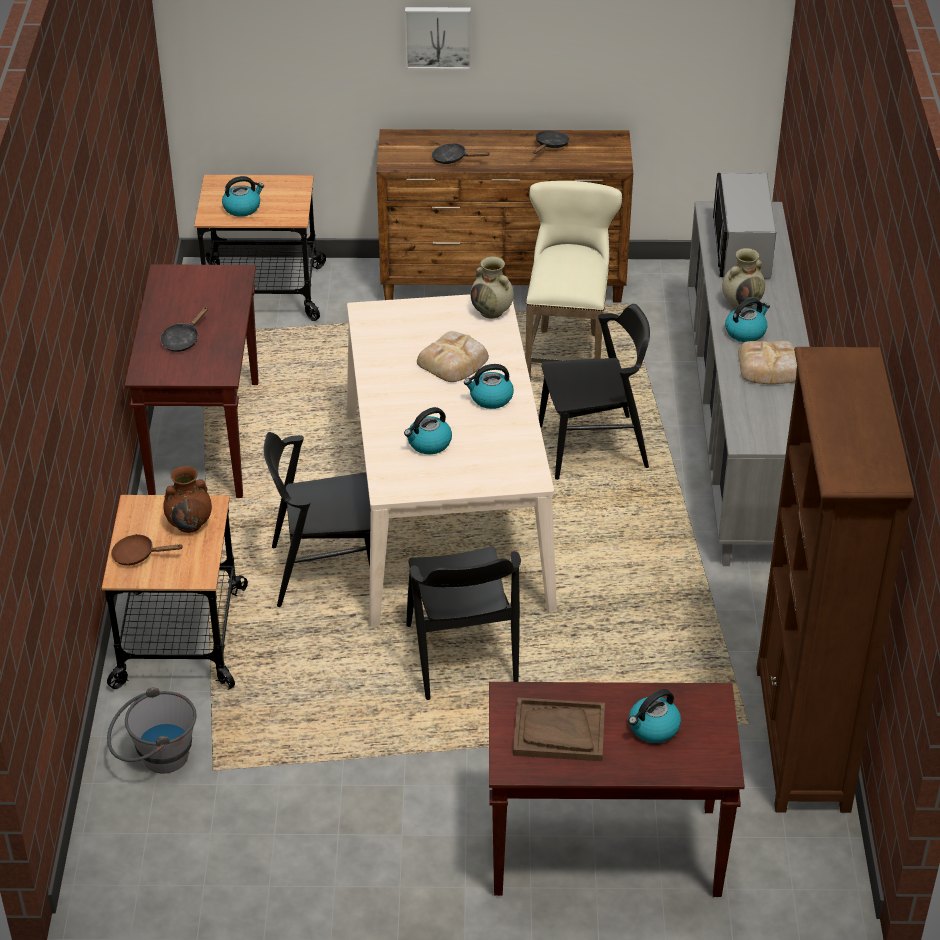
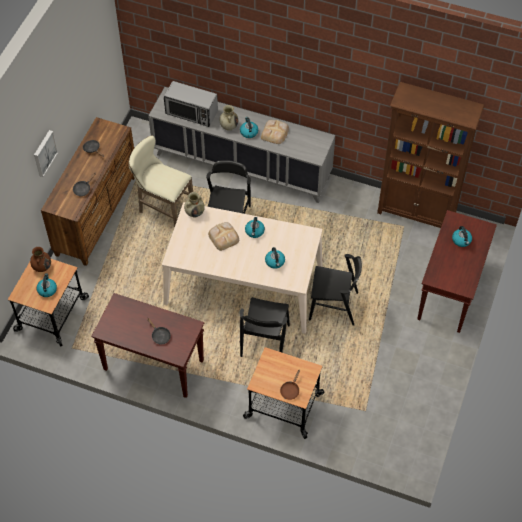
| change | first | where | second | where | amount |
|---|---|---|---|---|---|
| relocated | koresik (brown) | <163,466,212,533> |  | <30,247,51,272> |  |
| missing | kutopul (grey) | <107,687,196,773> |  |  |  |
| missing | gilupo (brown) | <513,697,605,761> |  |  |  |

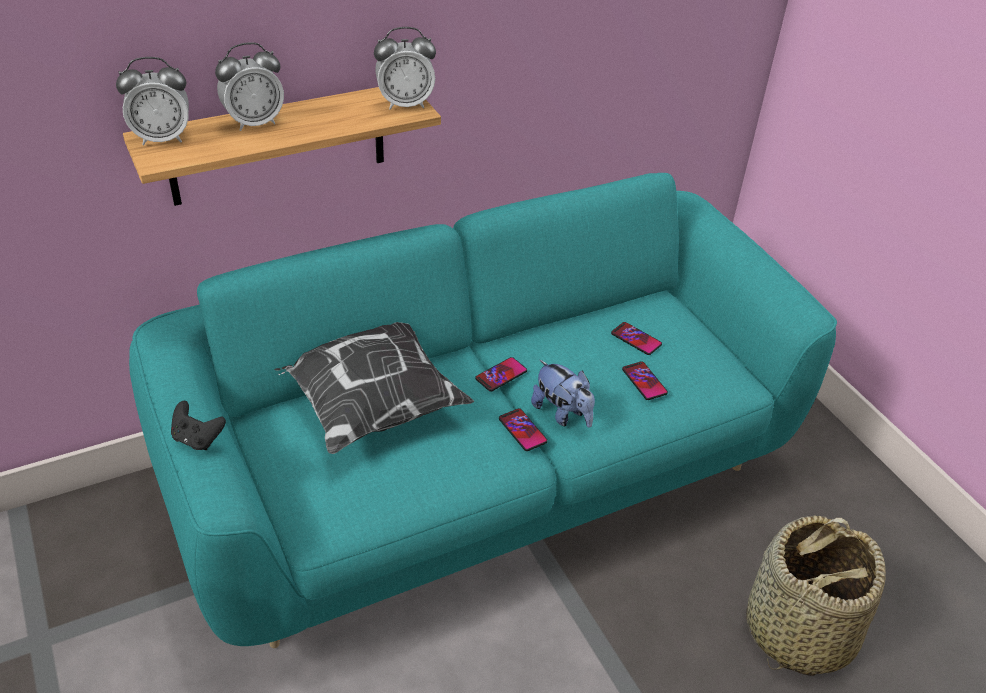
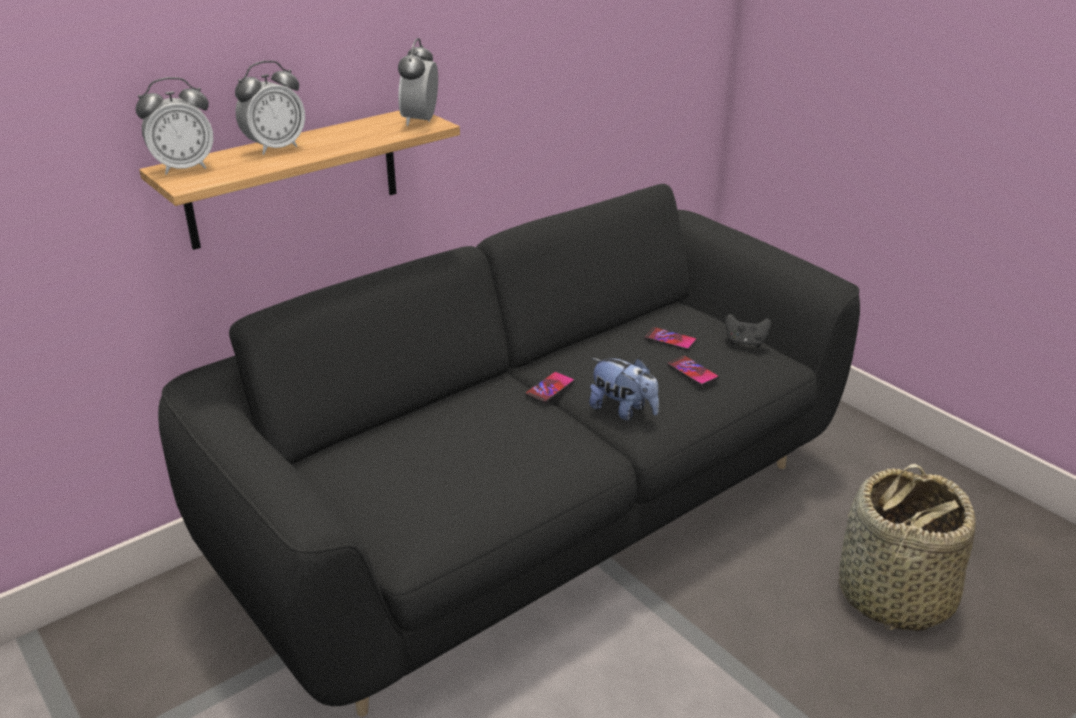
| change | first | where | second | where | amount |
|---|---|---|---|---|---|
| spun | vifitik | <374,27,436,110> |  | <398,38,438,126> | 120 degrees clockwise |
| colour | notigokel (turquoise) | <129,173,837,648> | notigokel (black) | <158,184,860,717> |  |
| missing | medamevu | <274,322,474,454> |  |  |  |
| relocated | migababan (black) | <171,401,226,450> |  | <725,314,771,348> |  |
| missing | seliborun | <499,408,548,451> |  |  |  |

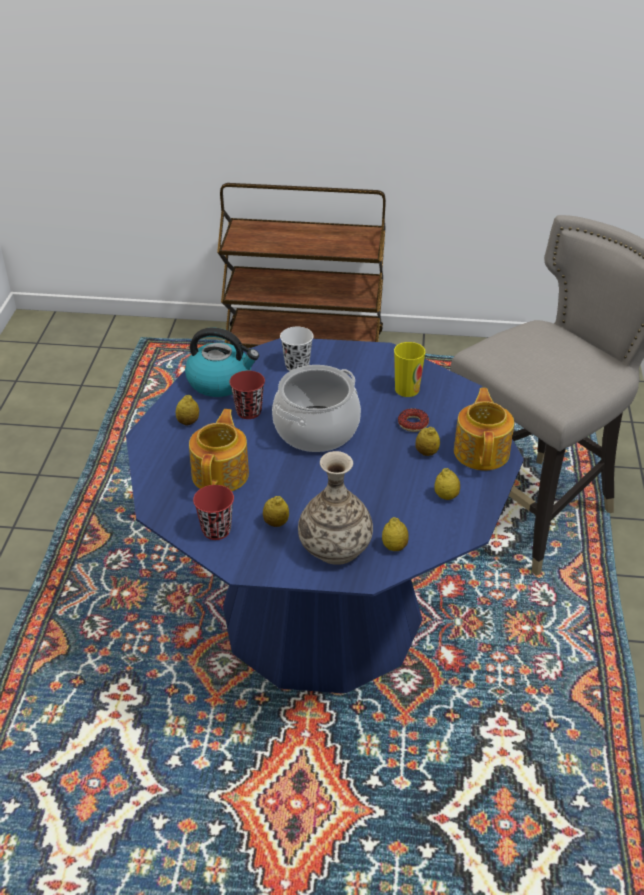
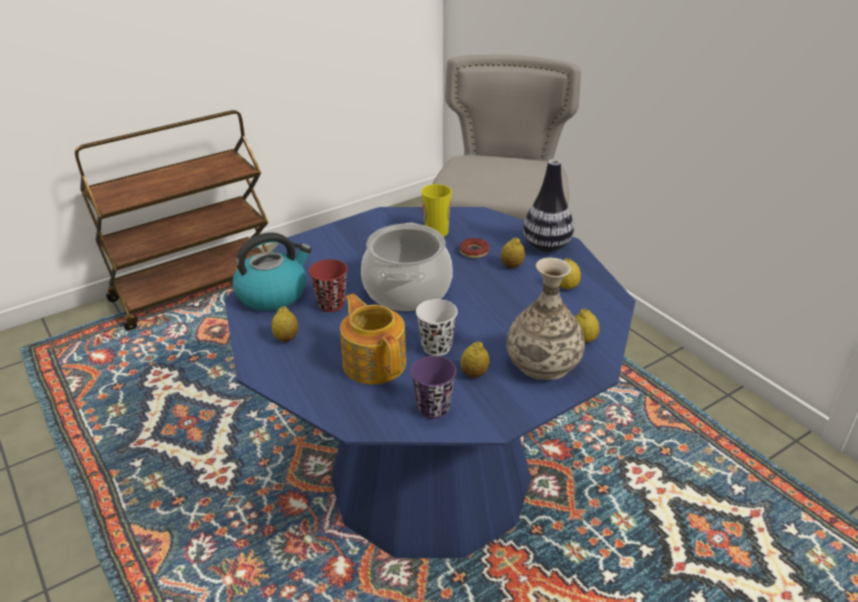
| change | first | where | second | where | amount |
|---|---|---|---|---|---|
| relocated | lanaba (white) | <280,327,313,371> |  | <416,299,458,356> |  |
| exchanged | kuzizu | <454,388,514,470> | koresik | <523,159,574,252> |  |
| colour | lanaba (red) | <193,485,234,540> | lanaba (purple) | <410,356,456,419> |  |

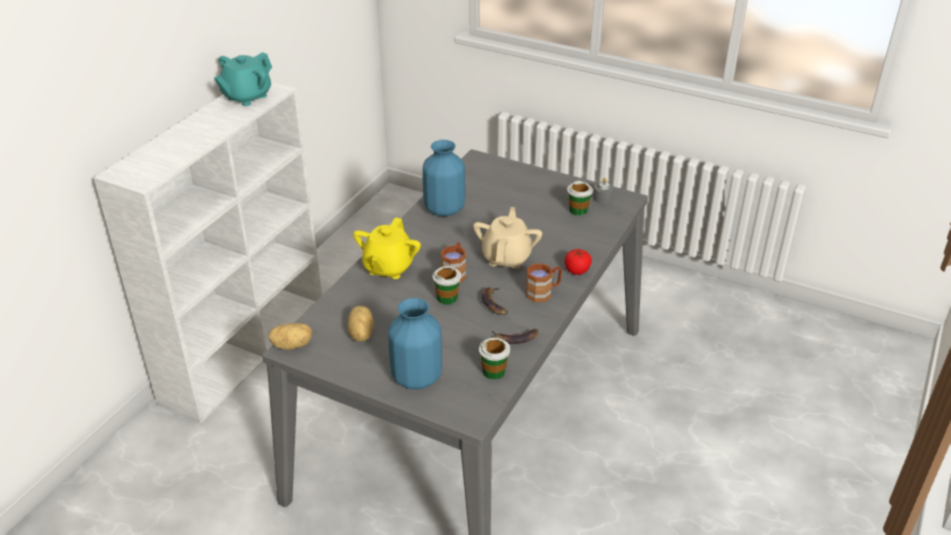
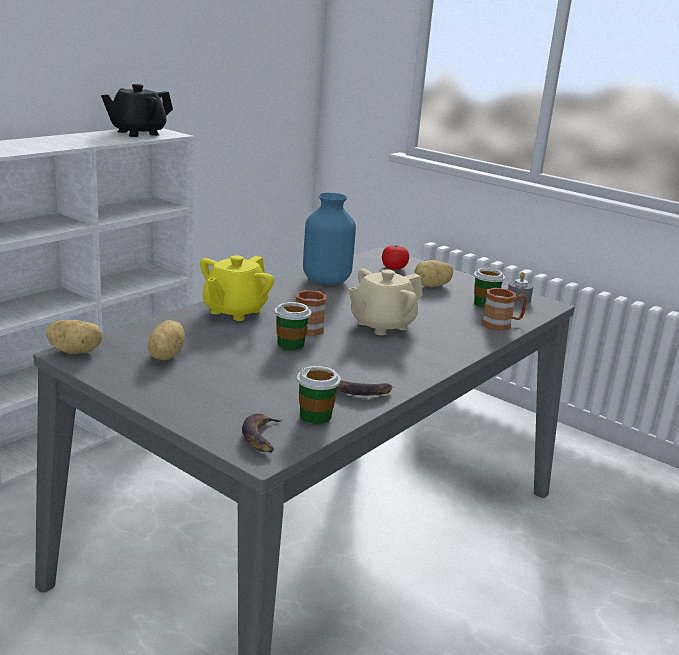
| change | first | where | second | where | amount |
|---|---|---|---|---|---|
| colour | kuzizu (turquoise) | <214,52,272,106> | kuzizu (black) | <101,84,173,137> |  |
| spun | kuzizu (beige) | <473,207,542,269> |  | <348,269,423,335> | 150 degrees counterclockwise |
| relocated | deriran | <564,249,592,275> |  | <382,245,409,270> |  |
| relocated | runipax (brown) | <526,264,562,302> |  | <482,288,527,331> |  |
| relocated | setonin | <481,287,508,314> |  | <242,413,282,453> |  |
| missing | koresik (blue) | <388,298,442,389> |  |  |  |
| appeared |  |  | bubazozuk | <414,260,453,287> |  |

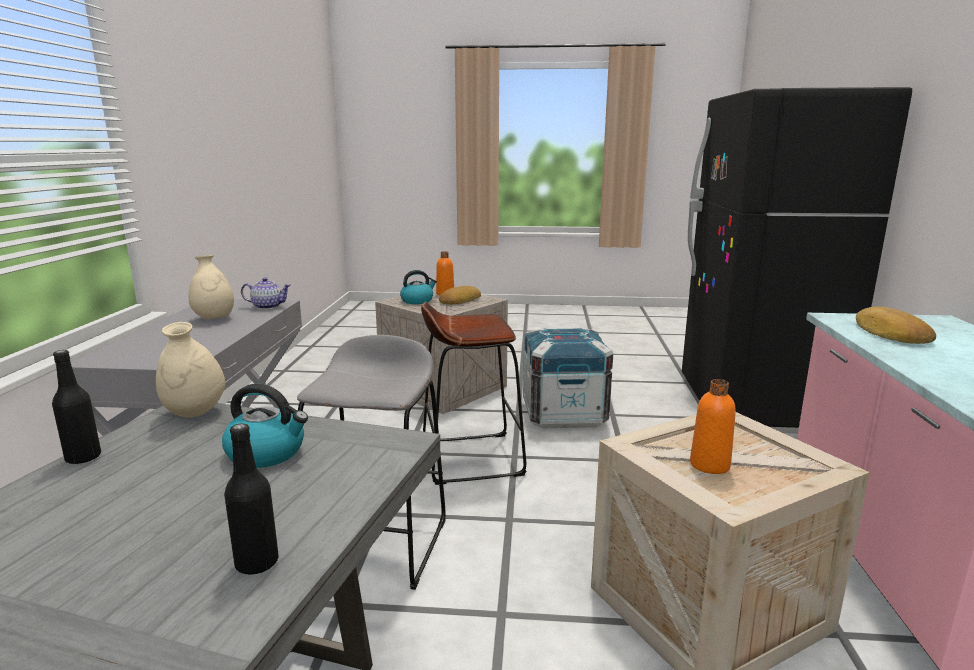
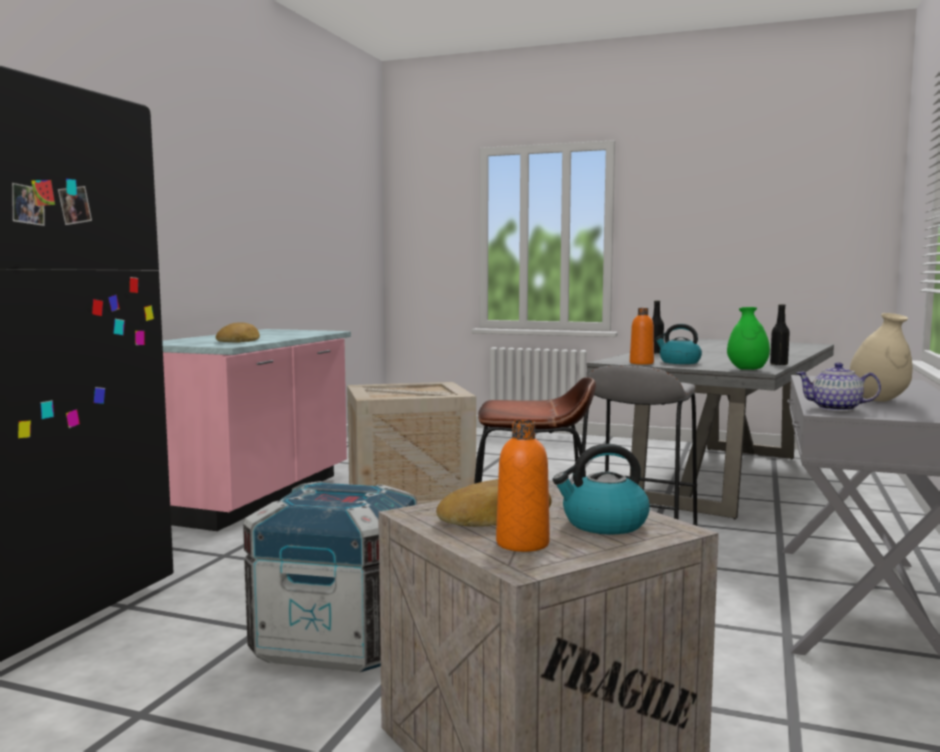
| change | first | where | second | where | amount |
|---|---|---|---|---|---|
| colour | koresik (beige) | <156,322,225,418> | koresik (green) | <727,307,770,370> |  |
| relocated | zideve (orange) | <690,379,736,474> |  | <630,308,654,365> |  |

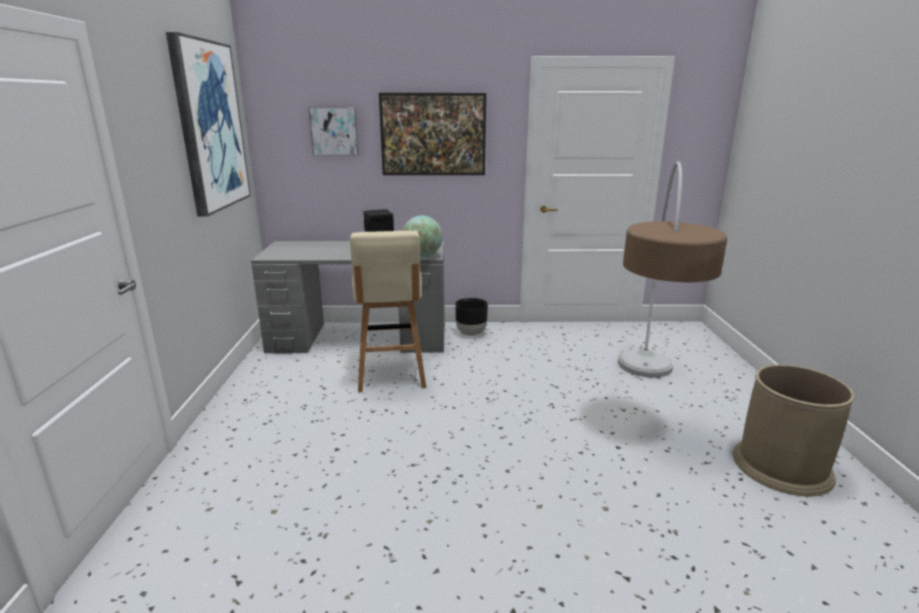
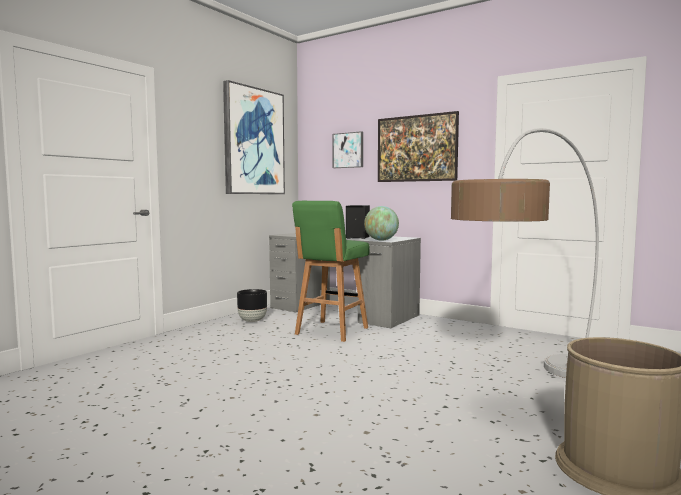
| change | first | where | second | where | amount |
|---|---|---|---|---|---|
| colour | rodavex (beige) | <350,231,426,393> | rodavex (green) | <292,201,369,342> |  |
| relocated | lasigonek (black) | <455,298,488,336> |  | <237,289,267,322> |  |

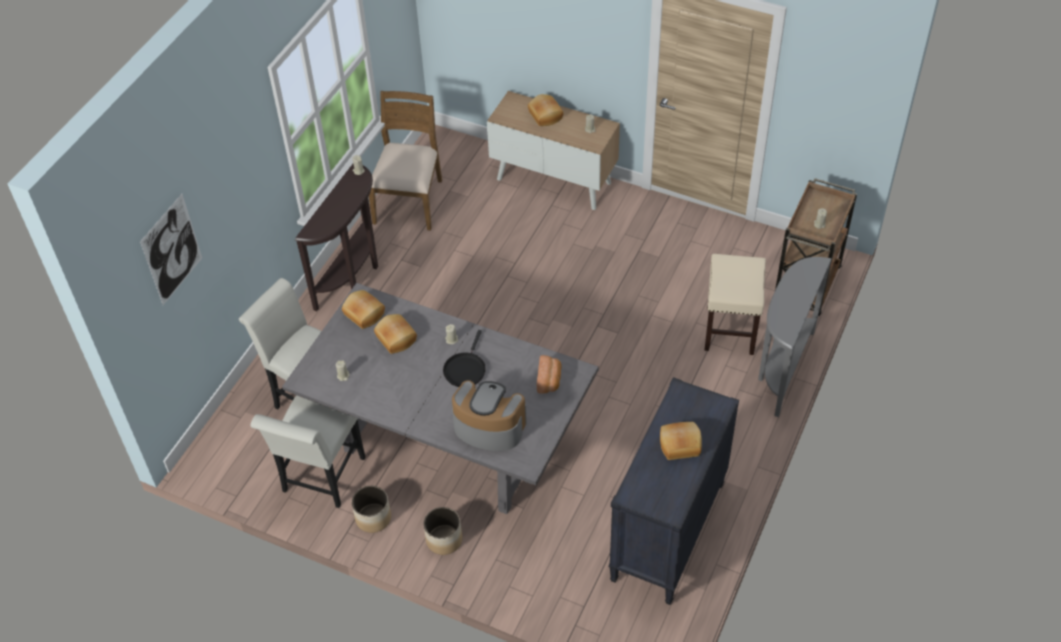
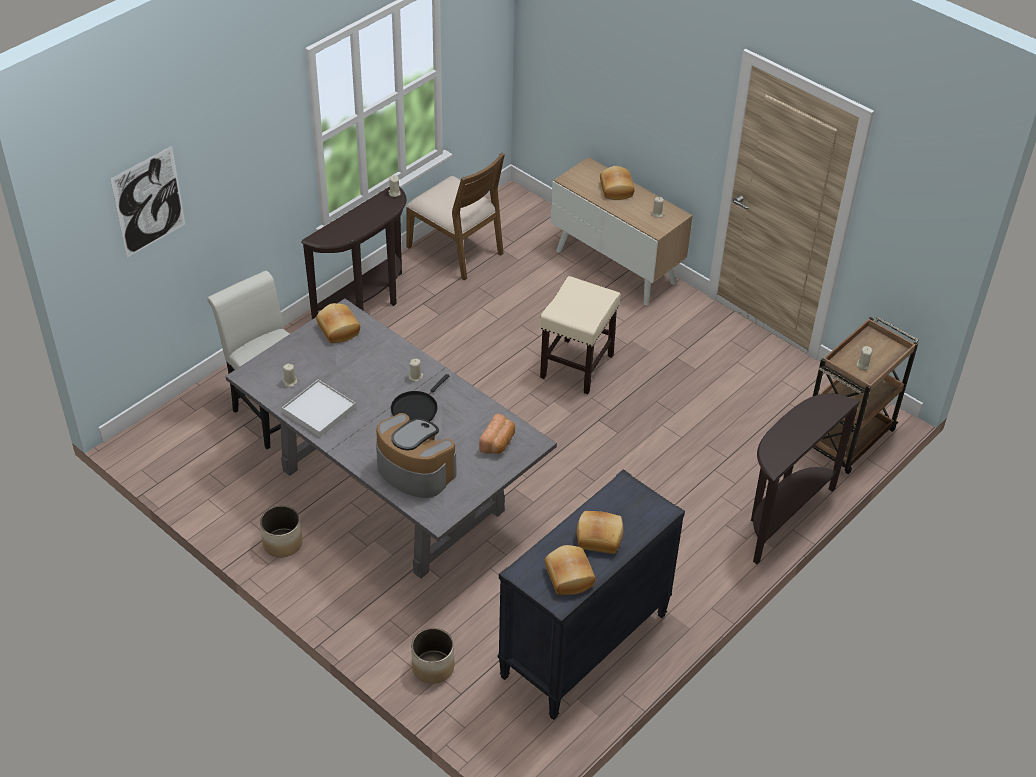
| change | first | where | second | where | amount |
|---|---|---|---|---|---|
| spun | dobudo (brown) | <369,91,442,231> |  | <406,152,505,280> | 105 degrees clockwise |
| relocated | rodavex (beige) | <705,254,766,355> |  | <540,276,621,394> |  |
| colour | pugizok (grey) | <758,257,832,417> | pugizok (brown) | <751,394,860,564> |  |
| relocated | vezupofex | <374,314,417,354> |  | <545,545,596,595> |  |
| missing | dobudo (white) | <251,395,365,508> |  |  |  |
| relocated | lasigonek | <424,507,462,555> |  | <411,628,454,684> |  |
| appeared |  |  | gilupo (white) | <282,379,356,437> |  |

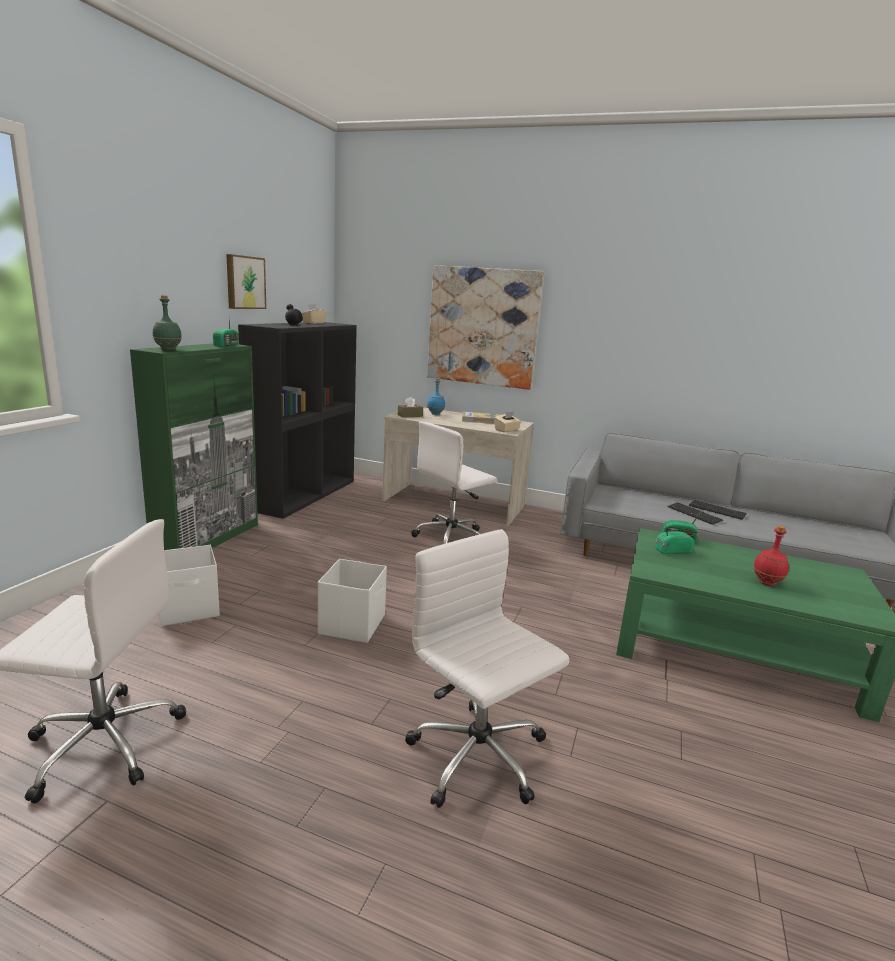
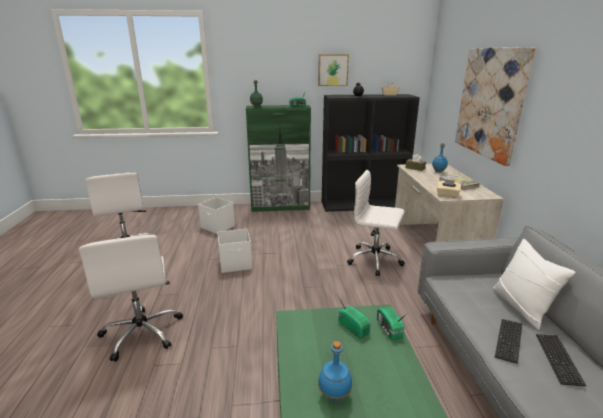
| change | first | where | second | where | amount |
|---|---|---|---|---|---|
| colour | zideve (red) | <753,525,789,586> | zideve (blue) | <318,341,352,402> |  |
| spun | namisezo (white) | <405,529,570,808> |  | <79,235,183,362> | 135 degrees clockwise |
| appeared |  |  | medamevu (white) | <493,239,575,330> |  |

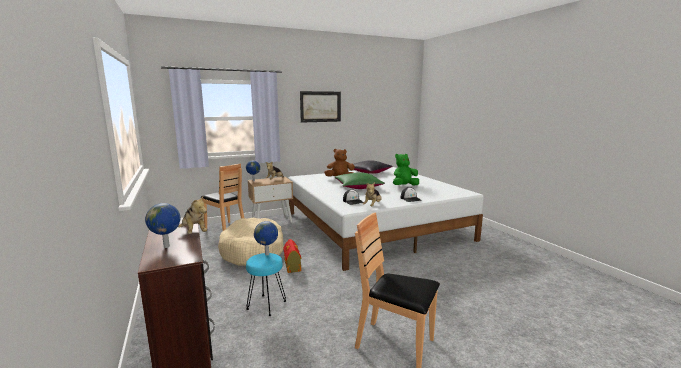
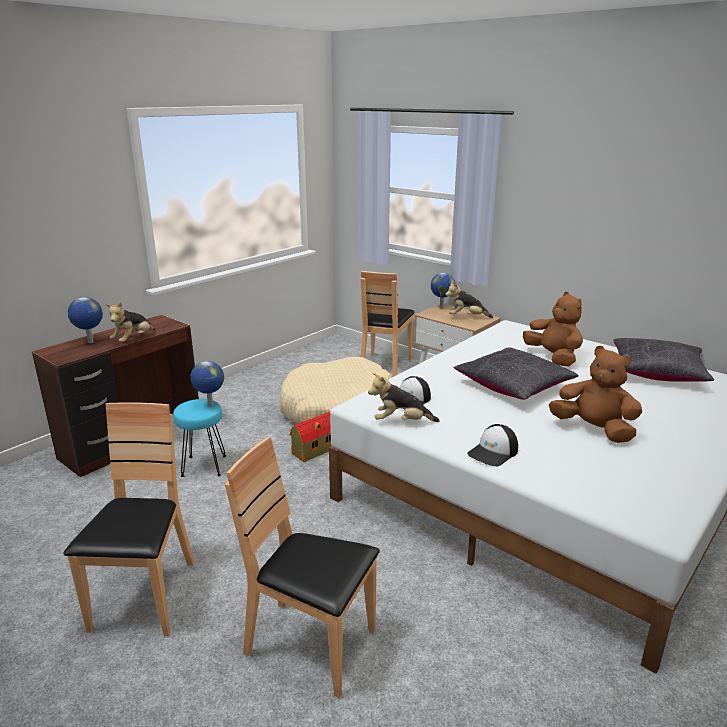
| change | first | where | second | where | amount |
|---|---|---|---|---|---|
| missing | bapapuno | <300,91,341,123> |  |  |  |
| colour | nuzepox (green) | <393,154,419,186> | nuzepox (brown) | <549,346,642,443> |  |
| colour | medamevu (green) | <335,173,385,189> | medamevu (black) | <453,347,579,400> |  |
| appeared |  |  | dobudo (brown) | <225,437,380,698> |  |

